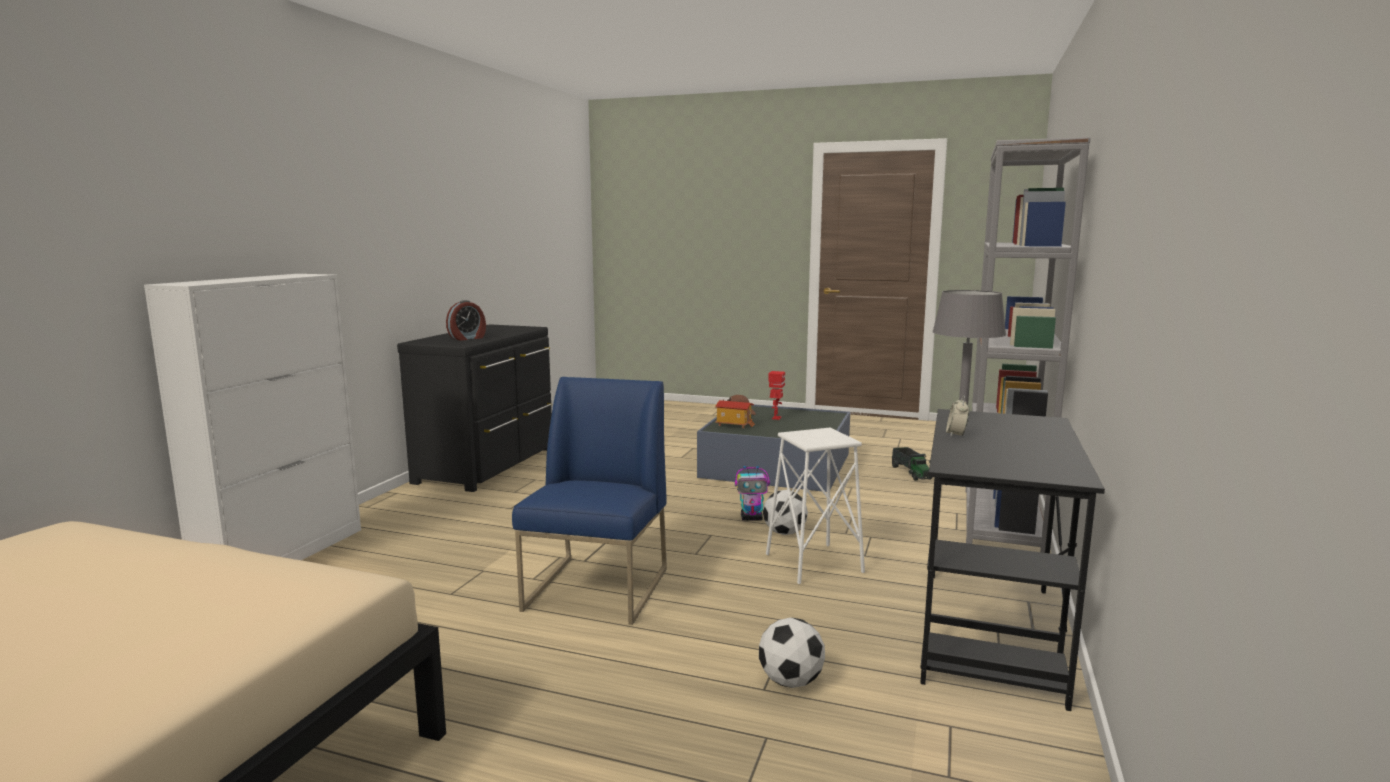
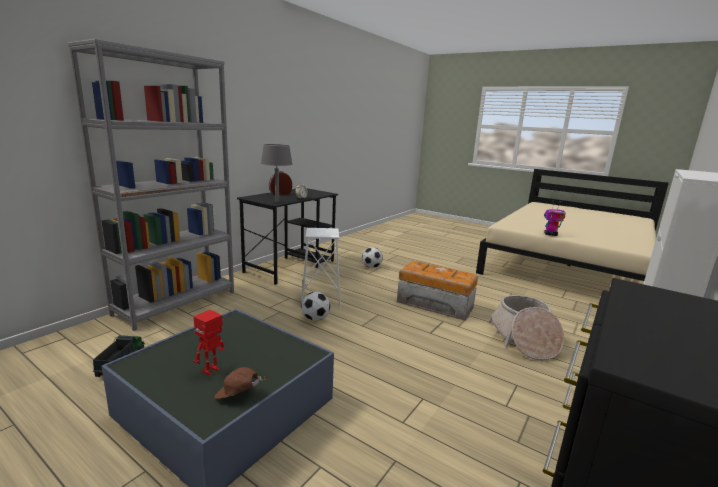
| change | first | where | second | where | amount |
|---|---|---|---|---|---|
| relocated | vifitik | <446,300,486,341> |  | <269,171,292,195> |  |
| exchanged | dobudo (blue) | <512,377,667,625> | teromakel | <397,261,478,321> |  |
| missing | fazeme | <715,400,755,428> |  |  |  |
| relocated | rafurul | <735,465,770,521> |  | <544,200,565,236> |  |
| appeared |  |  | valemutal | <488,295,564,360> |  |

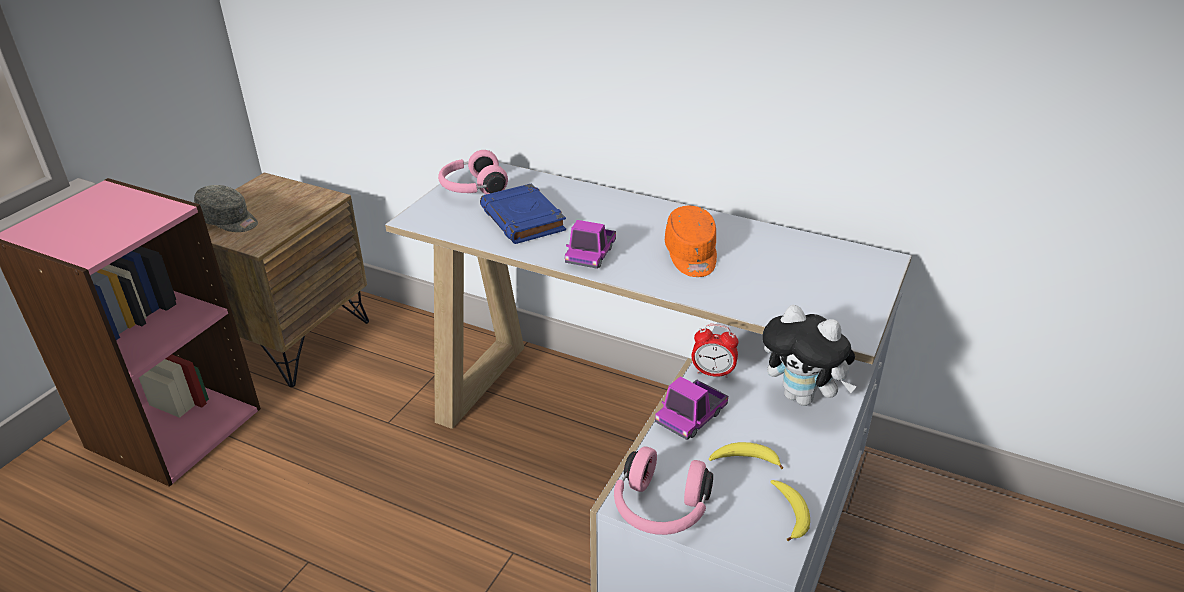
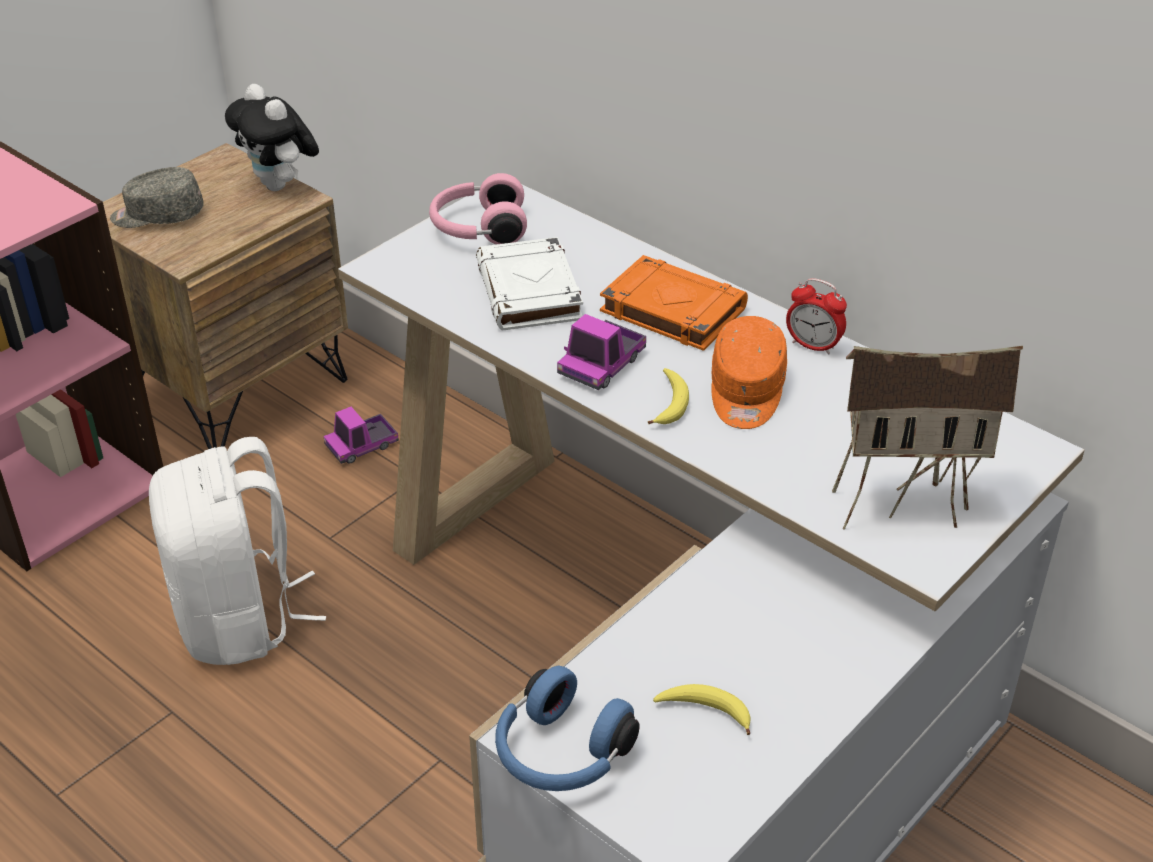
| change | first | where | second | where | amount |
|---|---|---|---|---|---|
| colour | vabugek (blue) | <480,183,566,244> | vabugek (white) | <476,237,583,330> |  |
| spun | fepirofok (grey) | <194,185,258,232> |  | <110,167,203,228> | 135 degrees clockwise |
| relocated | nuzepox | <763,305,857,406> |  | <225,84,319,191> |  |
| relocated | vifitik | <692,324,738,378> |  | <786,278,847,355> |  |
| relocated | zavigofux | <655,376,728,440> |  | <323,407,399,464> |  |
| colour | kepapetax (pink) | <614,446,713,535> | kepapetax (blue) | <495,666,640,791> |  |
| relocated | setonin | <771,480,810,541> |  | <648,368,689,424> |  |
| appeared |  |  | vabugek (orange) | <600,255,748,351> |  |
| appeared |  |  | fazeme | <832,346,1023,529> |  |
| appeared |  |  | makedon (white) | <149,437,326,665> |  |

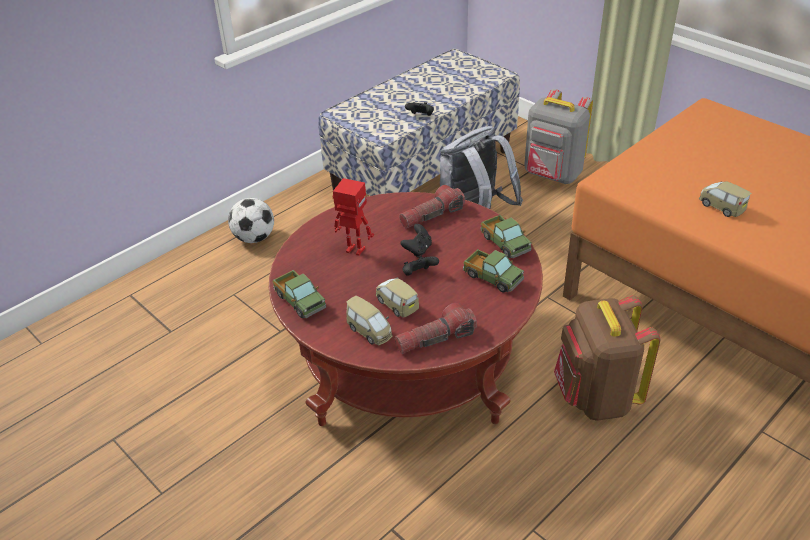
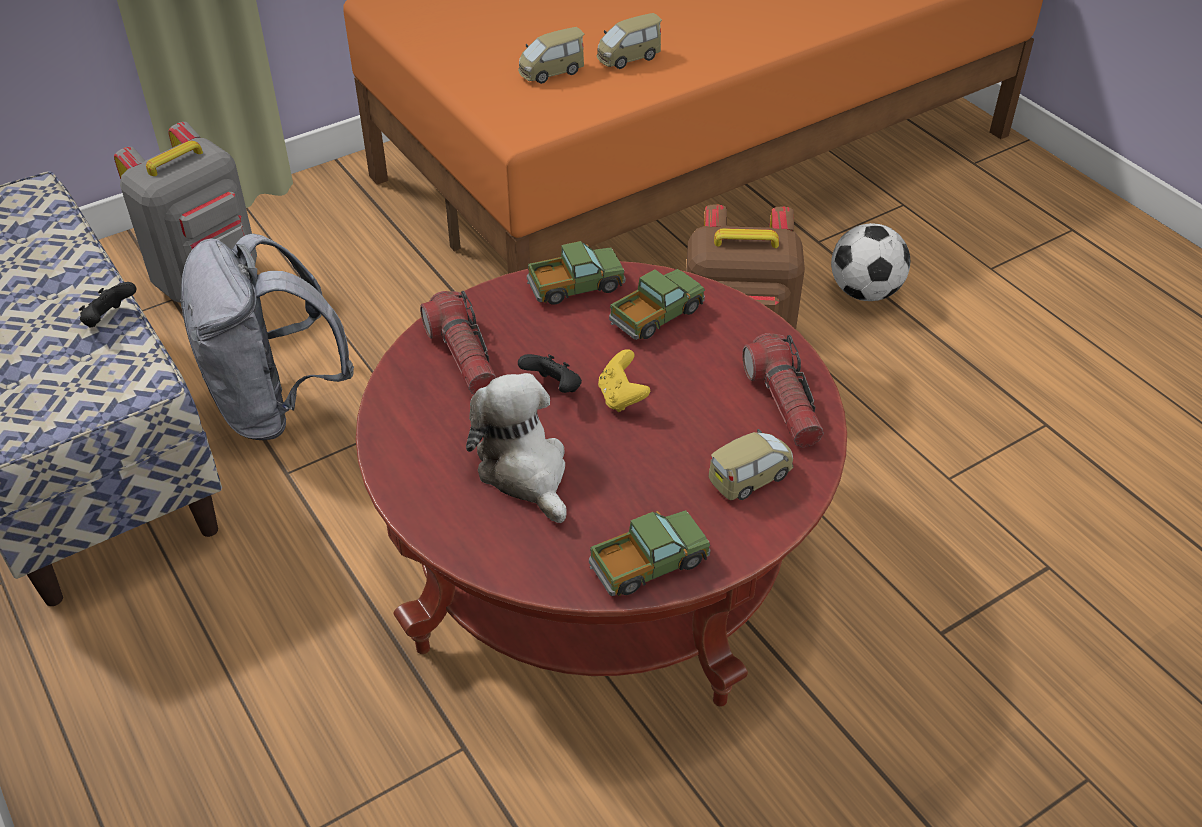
| change | first | where | second | where | amount |
|---|---|---|---|---|---|
| exchanged | rafurul | <333,178,374,256> | nuzepox | <466,373,567,523> |  |
| relocated | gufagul | <228,198,274,243> |  | <831,223,910,301> |  |
| colour | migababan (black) | <402,256,439,276> | migababan (yellow) | <598,349,650,412> |  |
| relocated | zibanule | <376,277,419,318> |  | <518,27,584,84> |  |

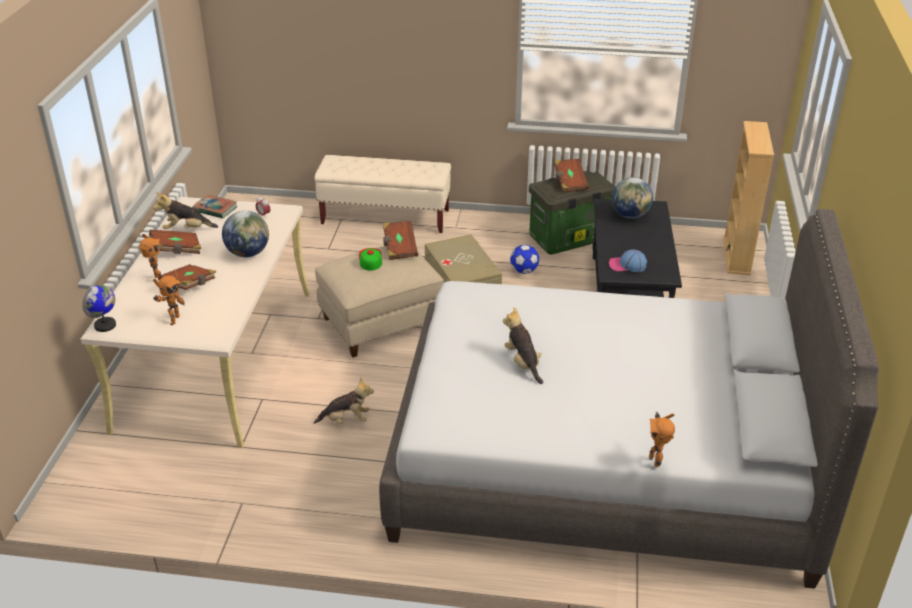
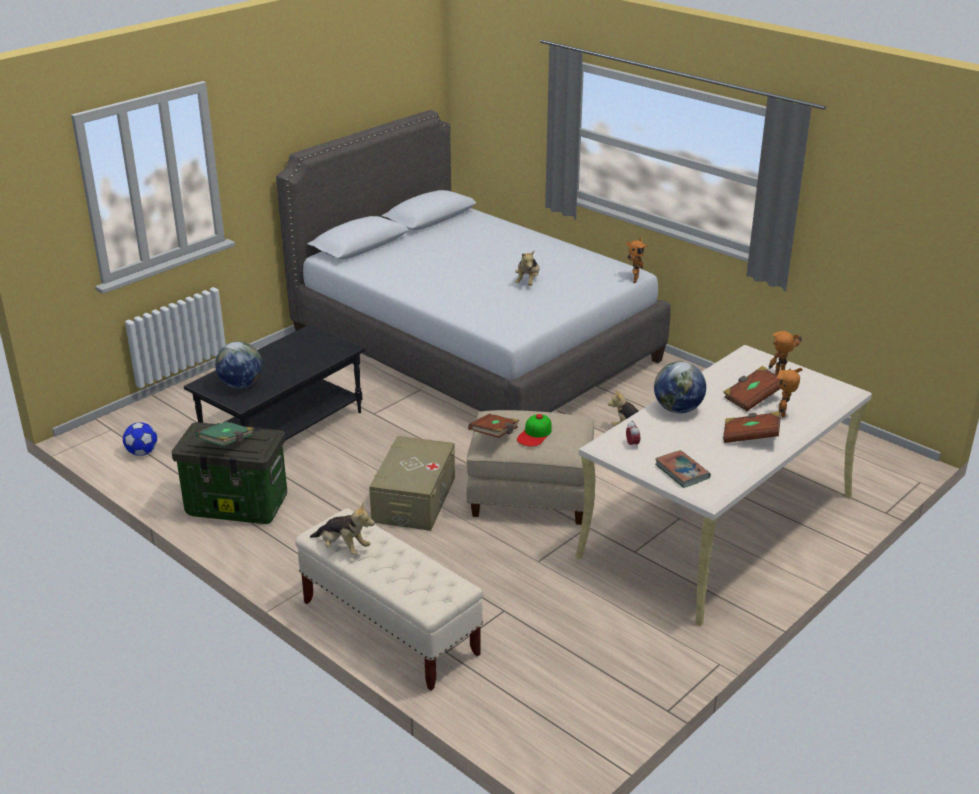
| change | first | where | second | where | amount |
|---|---|---|---|---|---|
| missing | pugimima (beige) | <723,121,774,275> |  |  |  |
| colour | vabugek (brown) | <554,158,589,192> | vabugek (green) | <195,422,254,447> |  |
| relocated | nuzepox | <153,192,218,229> |  | <310,504,375,555> |  |
| relocated | gufagul | <510,245,539,274> |  | <123,422,157,456> |  |
| missing | fepirofok | <609,249,647,272> |  |  |  |
| missing | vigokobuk | <82,285,116,332> |  |  |  |
| relocated | rafurul | <649,412,675,467> |  | <626,237,649,283> |  |

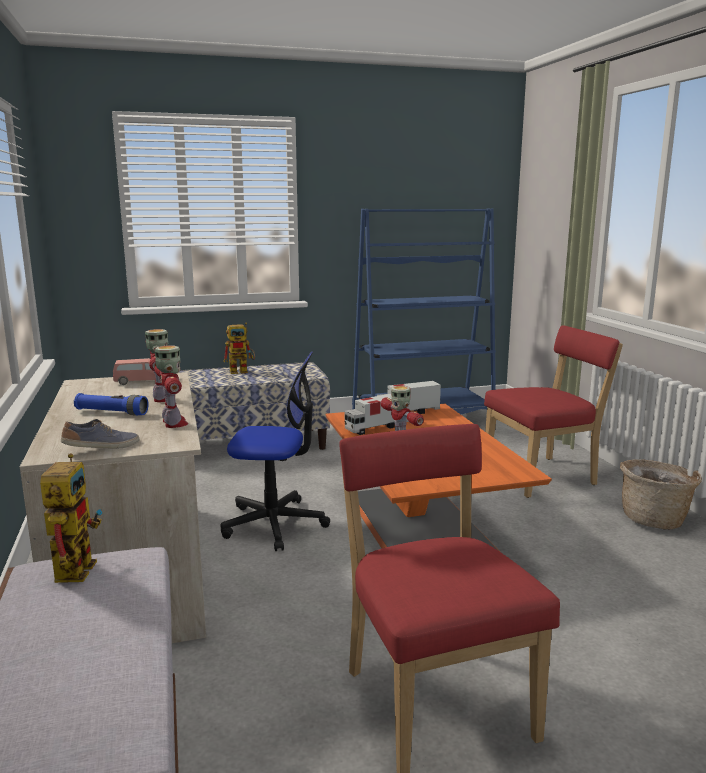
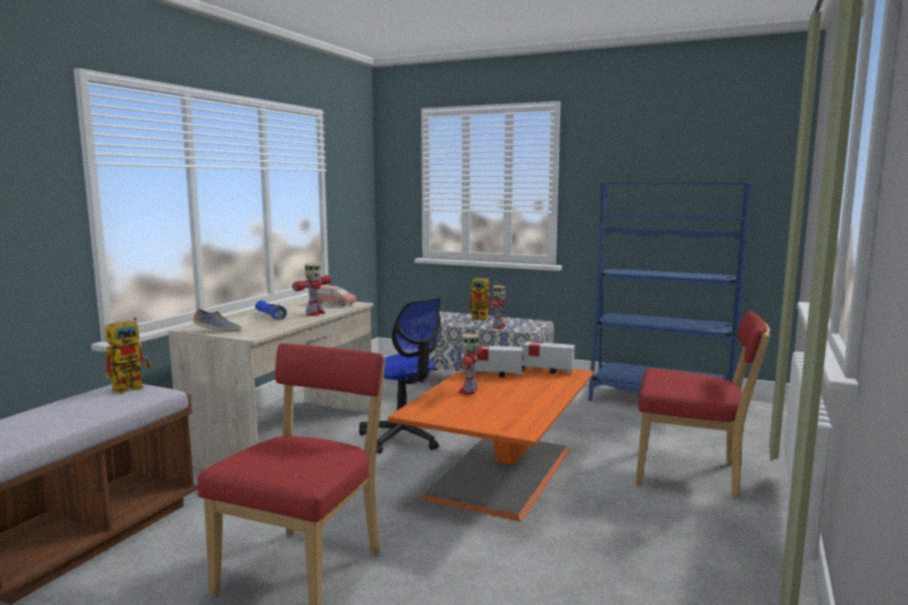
| change | first | where | second | where | amount |
|---|---|---|---|---|---|
| relocated | rafurul | <154,346,188,428> |  | <489,285,506,329> |  |
| missing | valemutal | <620,459,702,529> |  |  |  |

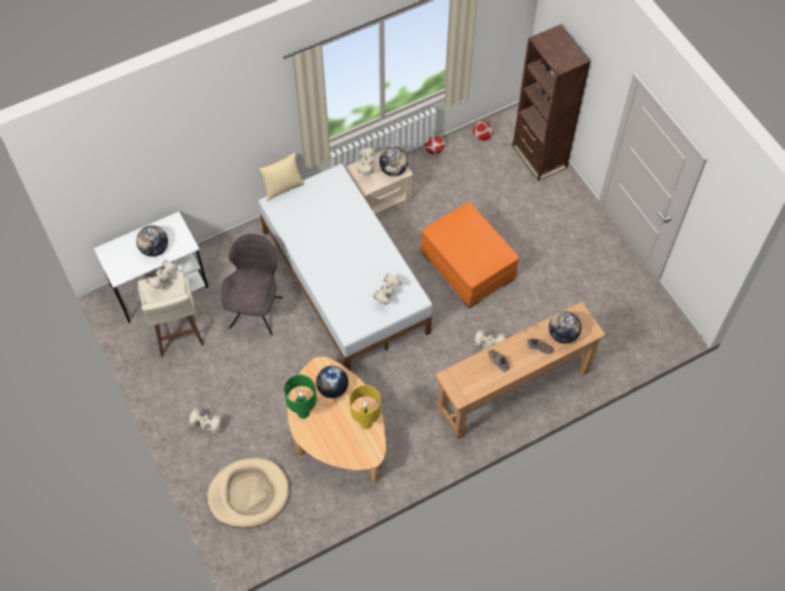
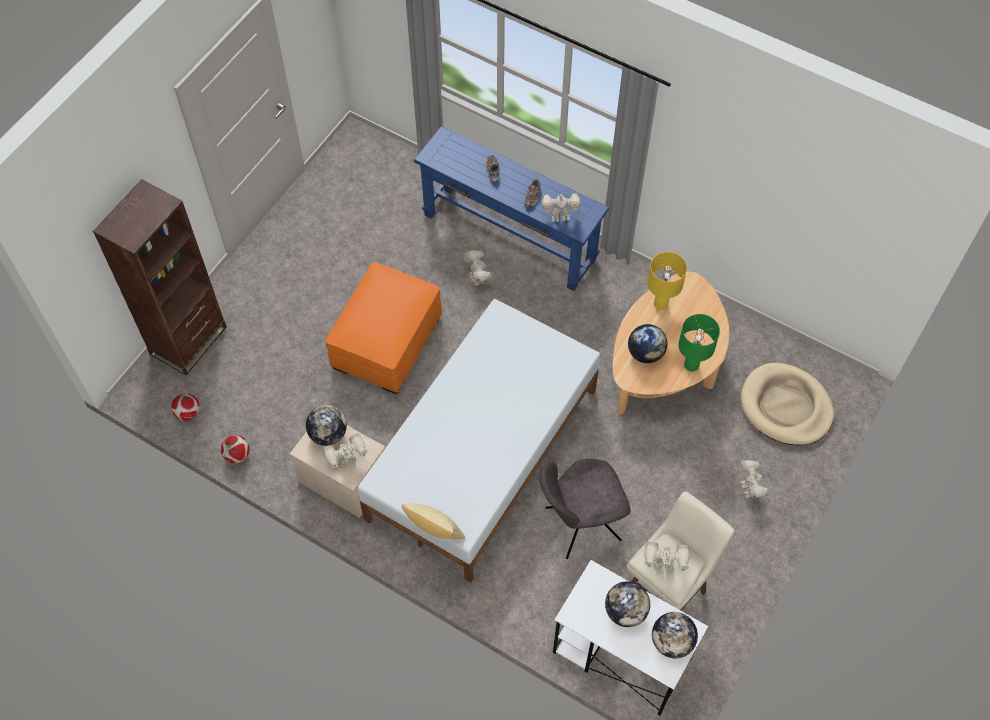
| change | first | where | second | where | amount |
|---|---|---|---|---|---|
| relocated | rafurul | <373,273,401,305> |  | <542,192,581,222> |  |
| colour | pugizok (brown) | <435,301,606,439> | pugizok (blue) | <414,126,609,291> |  |
| relocated | vigokobuk | <549,311,582,344> |  | <652,612,698,658> |  |

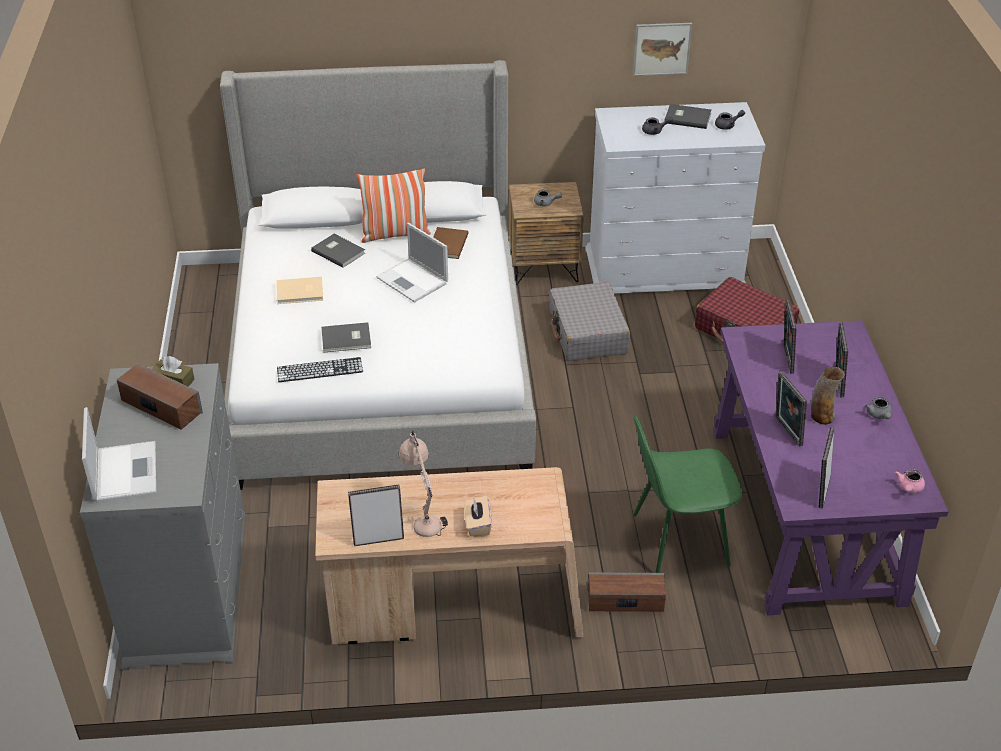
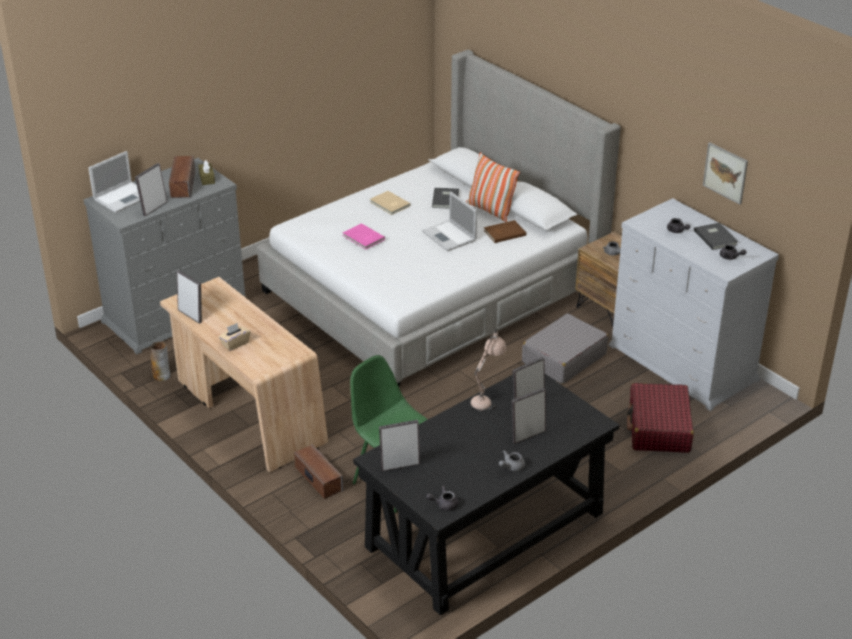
| change | first | where | second | where | amount |
|---|---|---|---|---|---|
| spun | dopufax | <376,223,448,303> |  | <422,192,477,251> | 45 degrees counterclockwise |
| colour | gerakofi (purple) | <714,320,949,615> | gerakofi (black) | <353,374,620,615> |  |
| colour | vabugek (grey) | <321,322,371,352> | vabugek (pink) | <343,223,385,250> |  |
| missing | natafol | <277,357,363,382> |  |  |  |
| relocated | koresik | <811,366,845,425> |  | <151,342,171,381> |  |
| relocated | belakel | <775,372,807,447> |  | <135,163,167,216> |  |
| relocated | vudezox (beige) | <399,431,448,537> |  | <471,329,507,411> |  |
| colour | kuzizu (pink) | <895,469,925,493> | kuzizu (grey) | <426,486,458,511> |  |

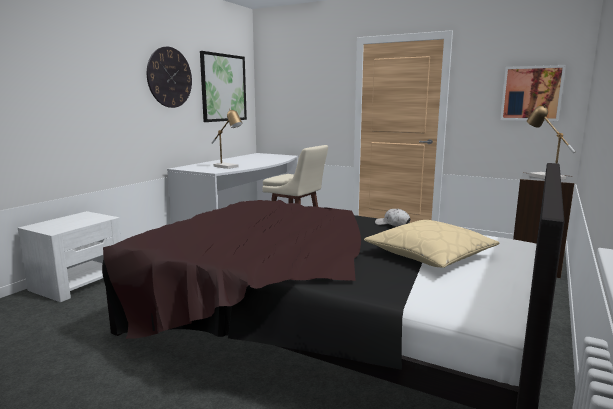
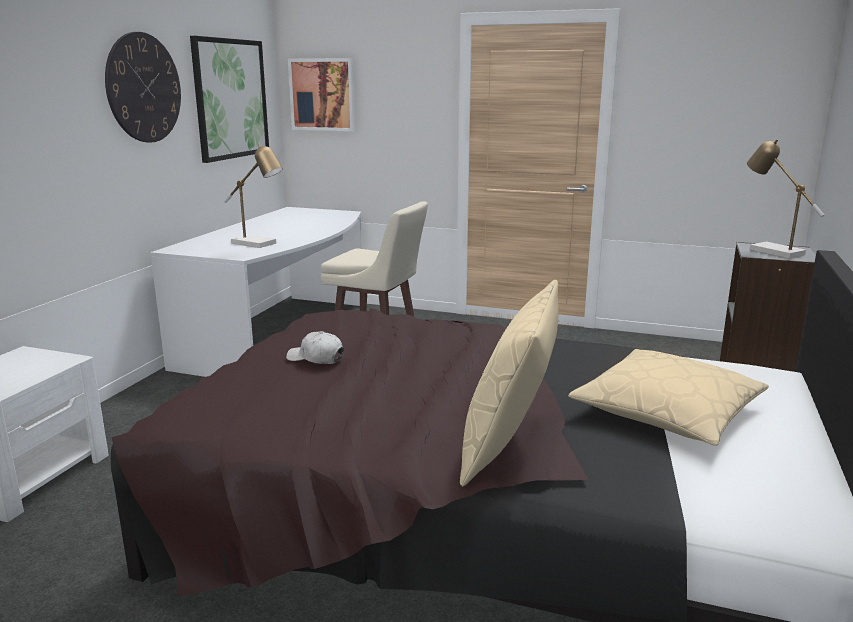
| change | first | where | second | where | amount |
|---|---|---|---|---|---|
| relocated | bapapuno | <500,65,566,121> |  | <288,58,355,131> |  |
| relocated | fepirofok (white) | <375,209,410,227> |  | <286,331,344,364> |  |
| appeared |  |  | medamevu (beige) | <460,280,559,487> |  |

